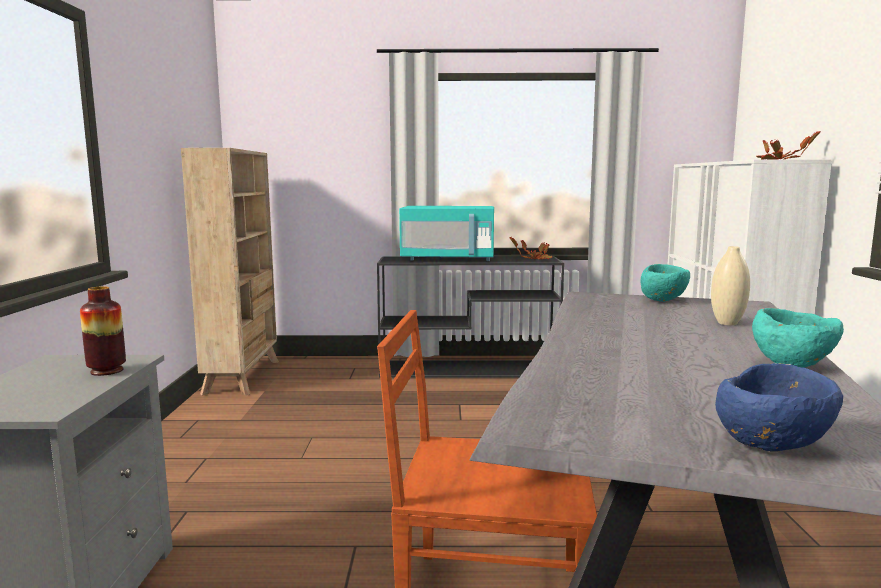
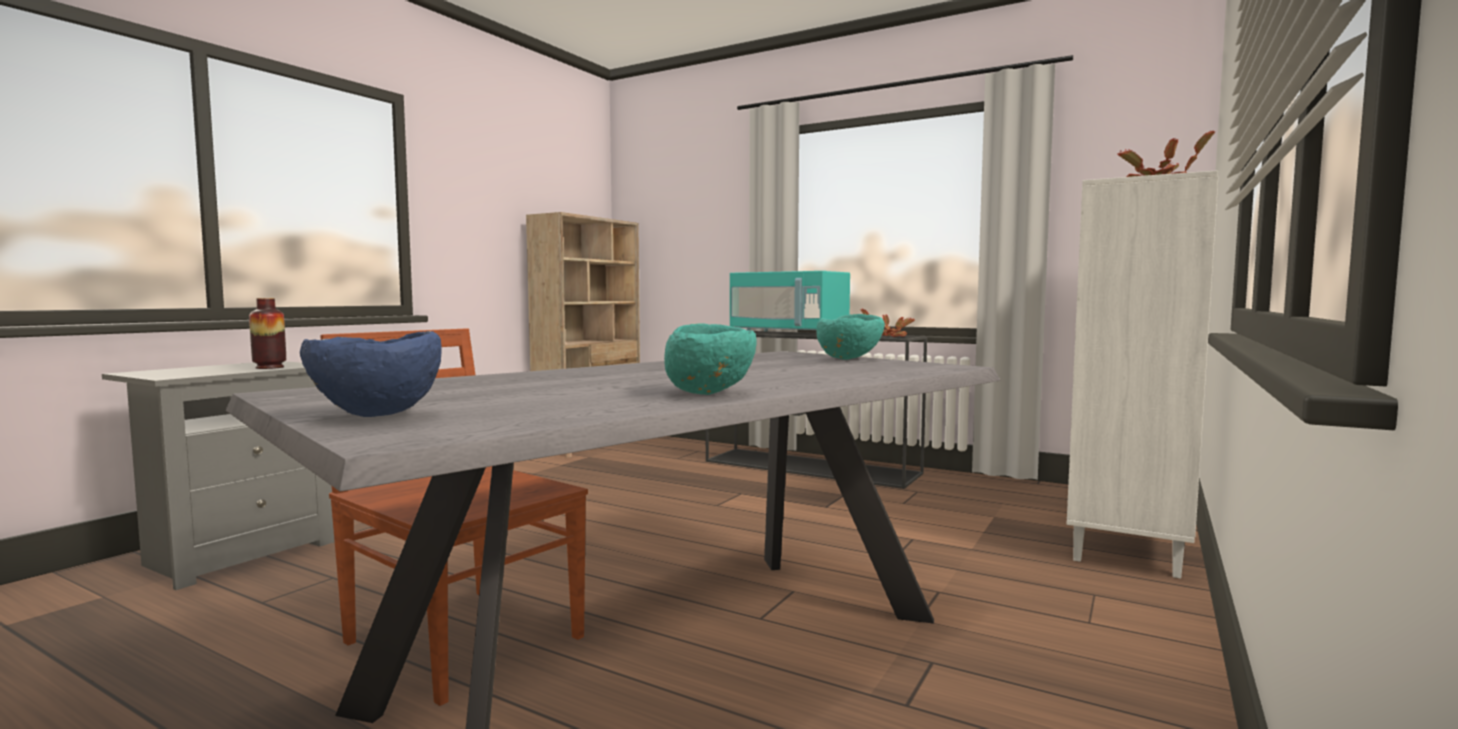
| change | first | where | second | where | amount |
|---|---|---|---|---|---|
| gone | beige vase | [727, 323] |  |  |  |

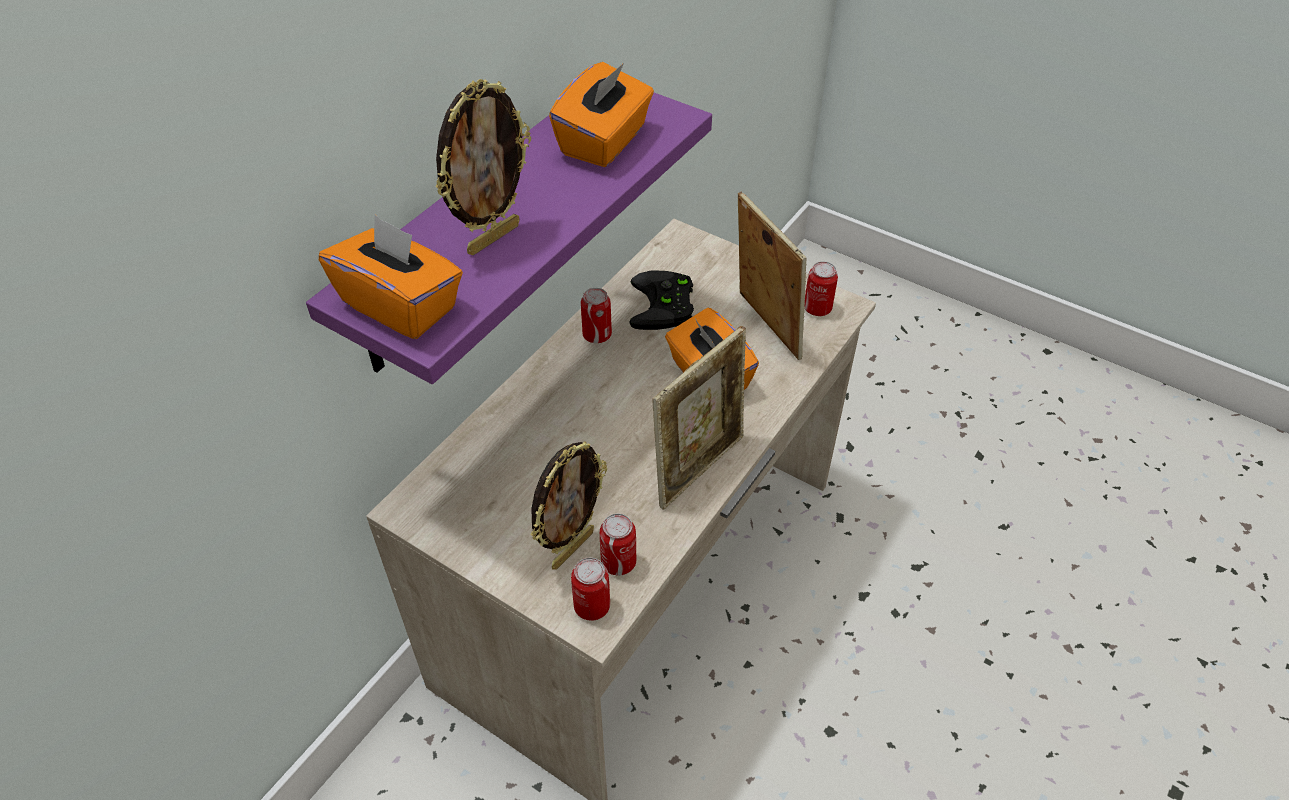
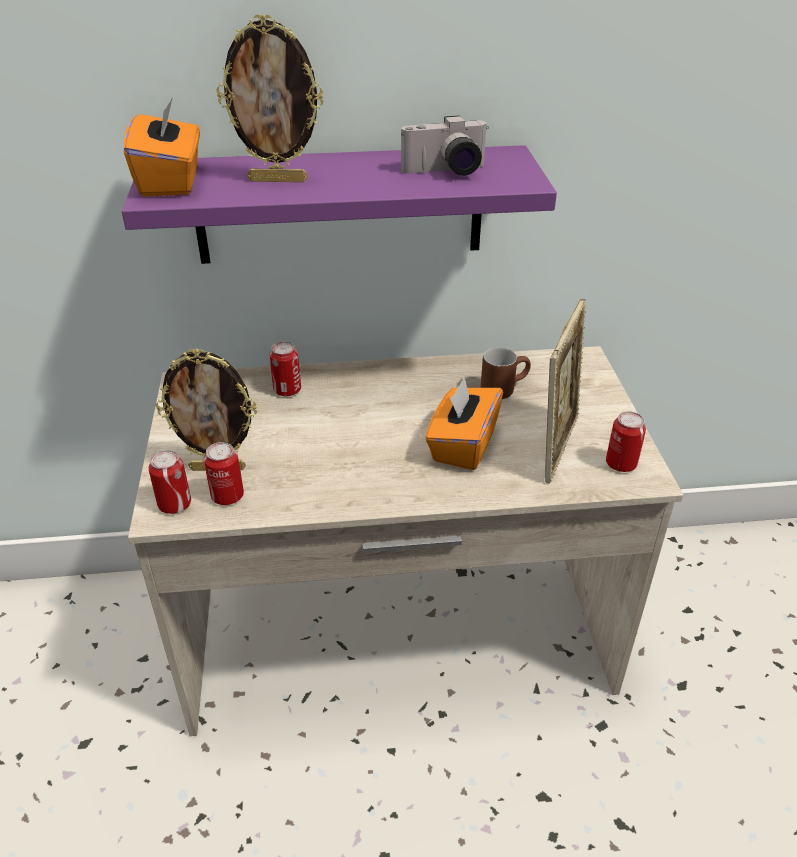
| change | first | where | second | where | amount |
|---|---|---|---|---|---|
| swapped | orange tissue box | [604, 141] | photo camera | [446, 172] |  |
| swapped | black game controller | [664, 306] | brown mug | [502, 388] |  |
| shifted | can | [597, 335] |  | [287, 390] |  |
| gone | picture frame | [699, 467] |  |  |  |

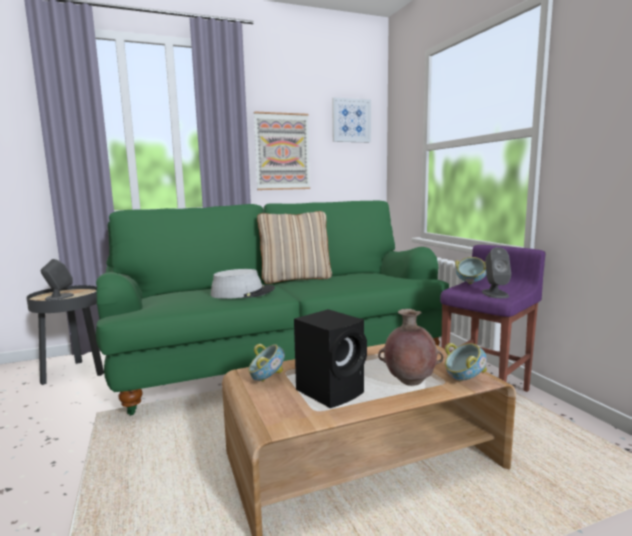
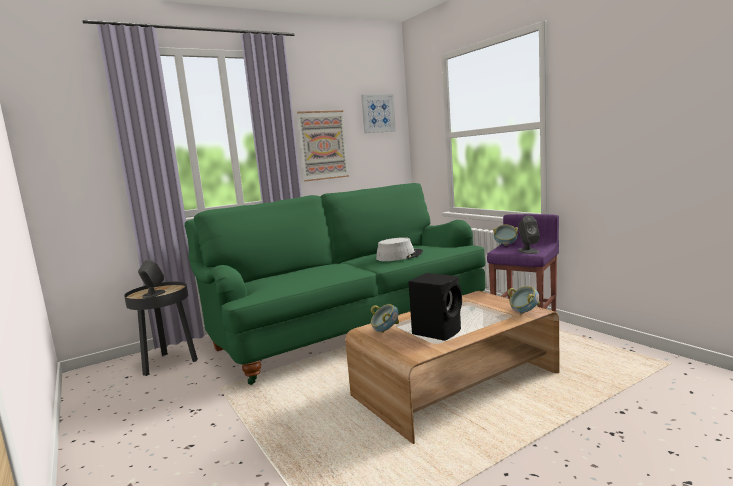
| change | first | where | second | where | amount |
|---|---|---|---|---|---|
| gone | beige pillow | [296, 279] |  |  |  |
| shifted | grey hat | [243, 293] |  | [399, 256] |  |
| gone | brown vase | [409, 382] |  |  |  |

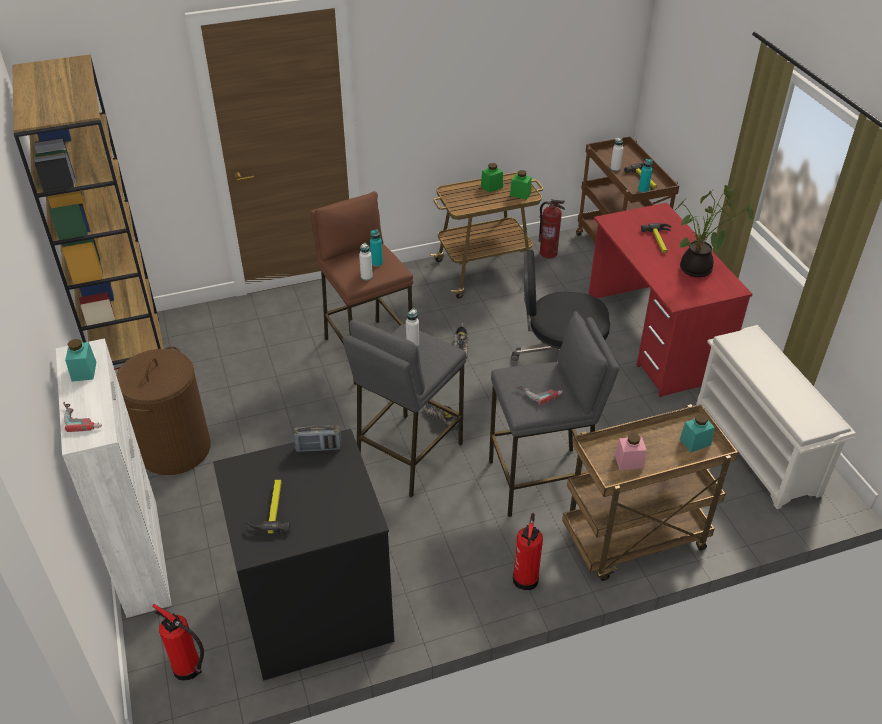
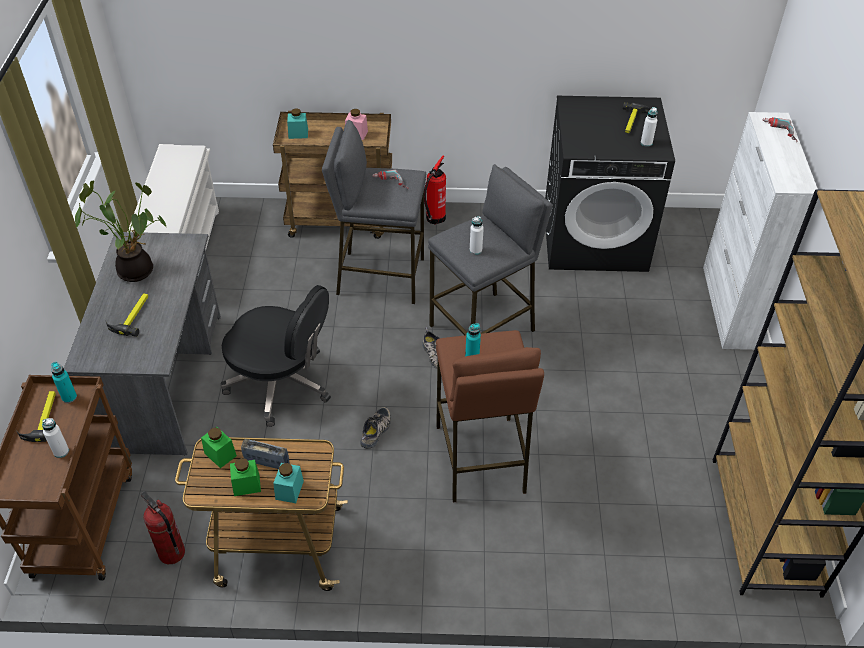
| change | first | where | second | where | amount |
|---|---|---|---|---|---|
| repainted | red desk | [653, 338] | grey desk | [164, 381] |  |
| shifted | white bottle | [366, 277] |  | [646, 143] |  |
| shifted | turquoise jar | [84, 371] |  | [289, 490] |  |
| gone | brown laundry basket | [175, 449] |  |  |  |
| shifted | radio | [318, 448] |  | [267, 462] |  |
| gone | fire extinguisher | [189, 670] |  |  |  |

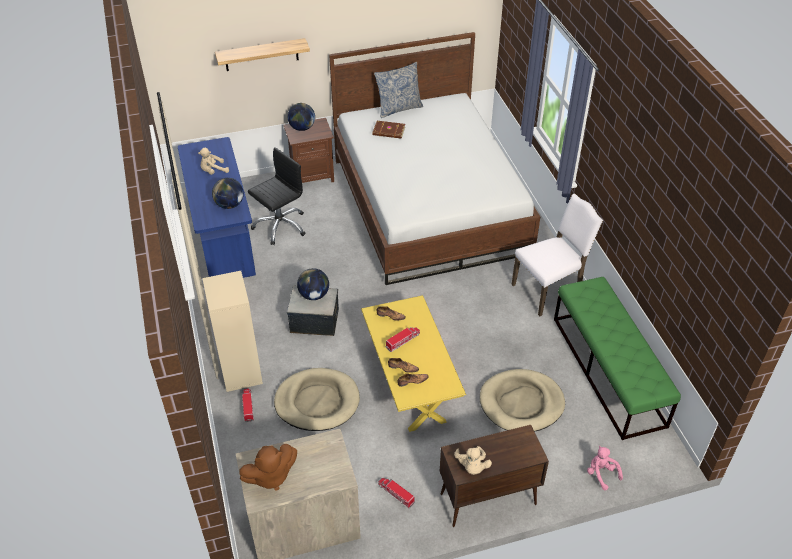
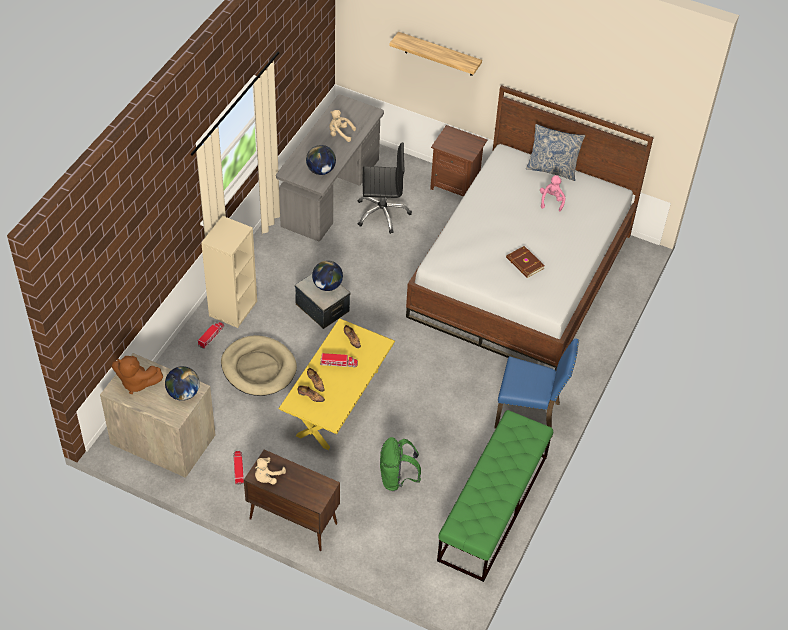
| change | first | where | second | where | amount |
|---|---|---|---|---|---|
| shifted | globe | [302, 128] |  | [183, 393] |  |
| shifted | brown book | [389, 131] |  | [524, 263] |  |
| repainted | blue desk | [222, 237] | grey desk | [330, 193] |  |
| repainted | white chair | [549, 290] | blue chair | [529, 414] |  |
| swapped | beige dog bed | [521, 403] | green backpack | [397, 479] |  |
| shifted | pink plush toy | [601, 474] |  | [551, 201] |  |

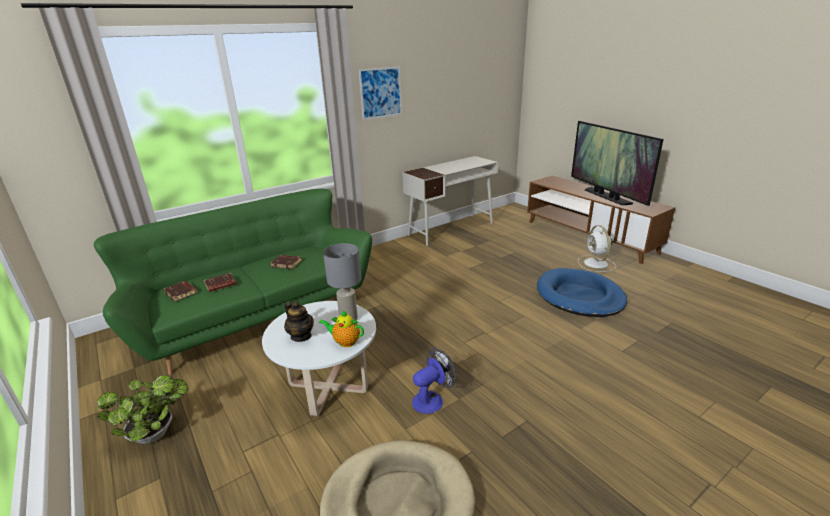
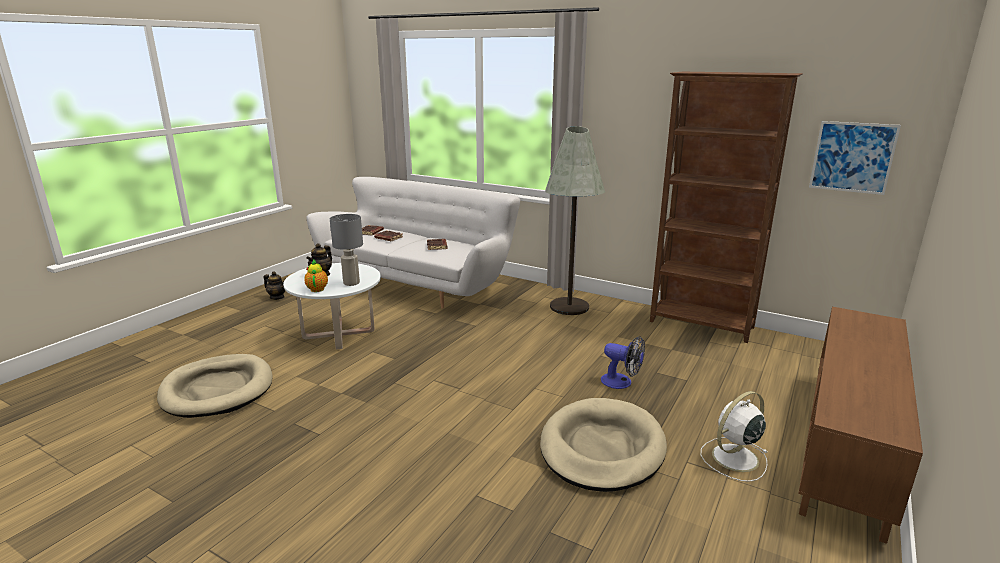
| change | first | where | second | where | amount |
|---|---|---|---|---|---|
| shifted | picture | [381, 93] |  | [852, 157] |  |
| gone | television | [606, 196] |  |  |  |
| swapped | white desk | [451, 229] | brown bookcase | [702, 325] |  |
| repainted | green sofa | [256, 317] | white sofa | [419, 284] |  |
| repainted | blue dog bed | [579, 296] | beige dog bed | [601, 448] |  |
| shifted | fan | [432, 399] |  | [621, 382] |  |
| swapped | potted plant | [156, 434] | teapot | [277, 297] |  |
| new |  |  | grey floor lamp | [569, 307] |  |

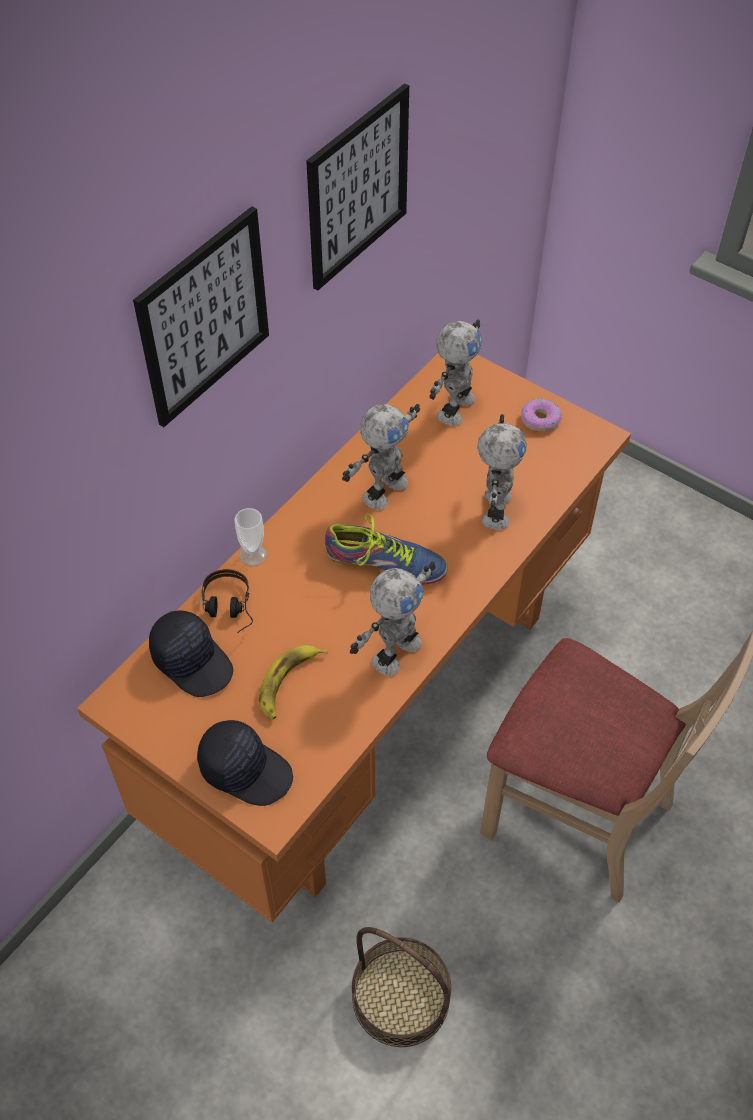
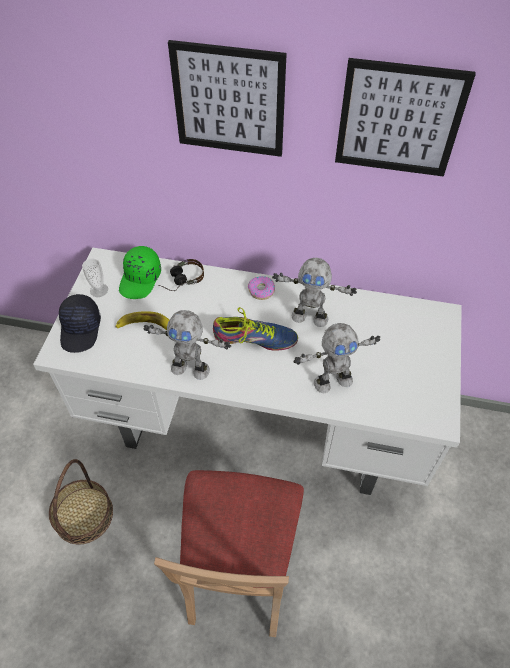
| change | first | where | second | where | amount |
|---|---|---|---|---|---|
| gone | toy robot | [454, 407] |  |  |  |
| repainted | orange desk | [375, 707] | white desk | [256, 427] |  |
| shifted | donut | [540, 420] |  | [261, 290] |  |
| shifted | cup | [253, 554] |  | [99, 290] |  |
| rotated | shoe | [385, 562] |  | [254, 338] | 75 degrees counterclockwise |
| repainted | black cap | [193, 661] | green cap | [141, 279] |  |

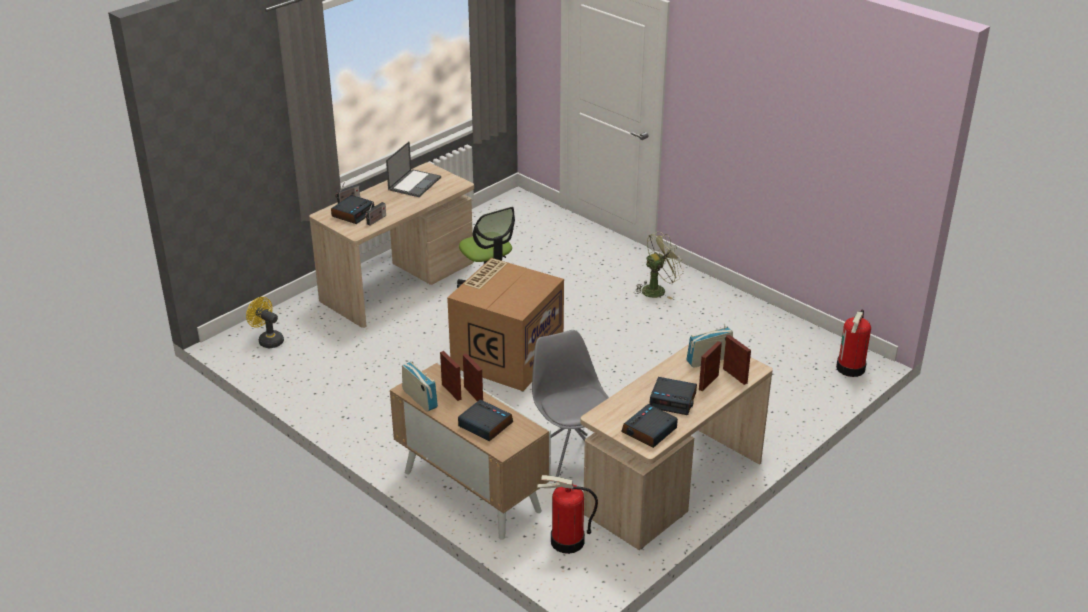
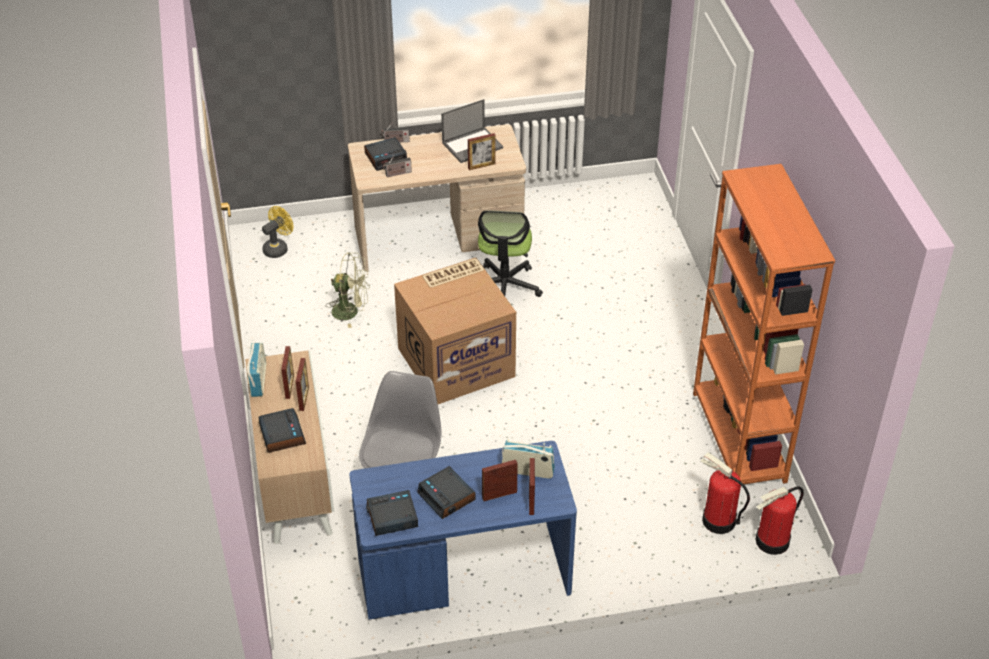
| change | first | where | second | where | amount |
|---|---|---|---|---|---|
| shifted | green fan | [657, 289] |  | [351, 311] |  |
| rotated | yellow fan | [268, 340] |  | [278, 248] | 60 degrees clockwise |
| repainted | beige desk | [672, 487] | blue desk | [463, 574] |  |
| shifted | fire extinguisher | [567, 542] |  | [718, 521] |  |
| new |  |  | picture frame | [481, 166] |  |
| new |  |  | orange bookcase | [739, 437] |  |

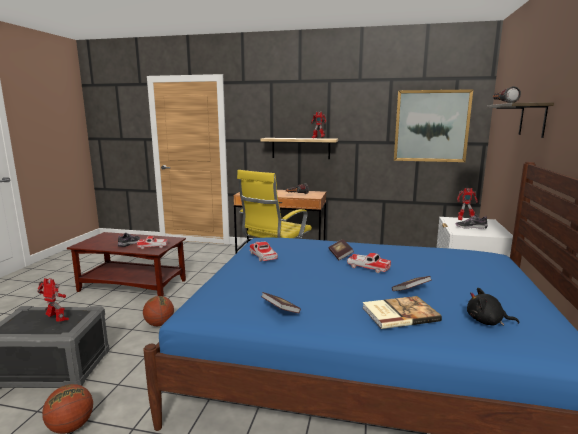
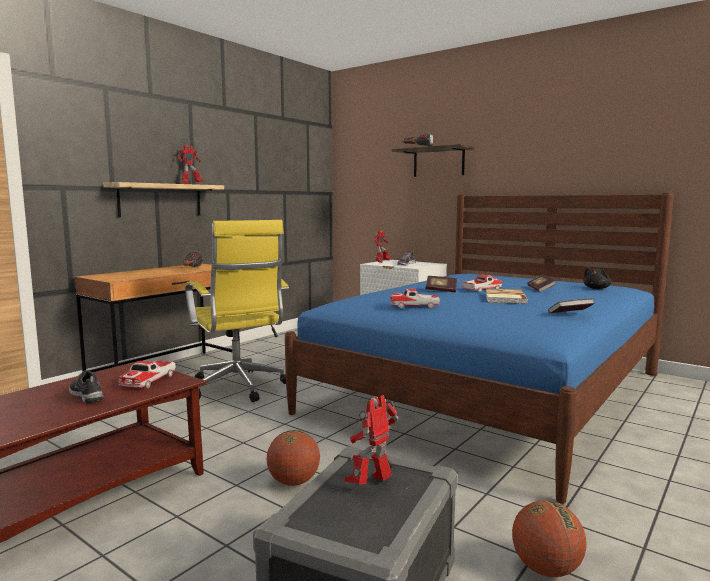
| change | first | where | second | where | amount |
|---|---|---|---|---|---|
| gone | picture | [431, 126] |  |  |  |
| shifted | book | [398, 314] |  | [504, 298] |  |

